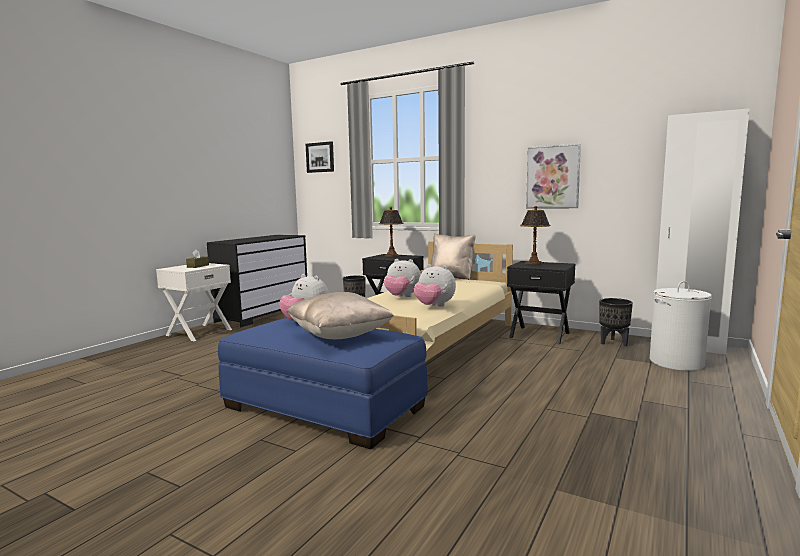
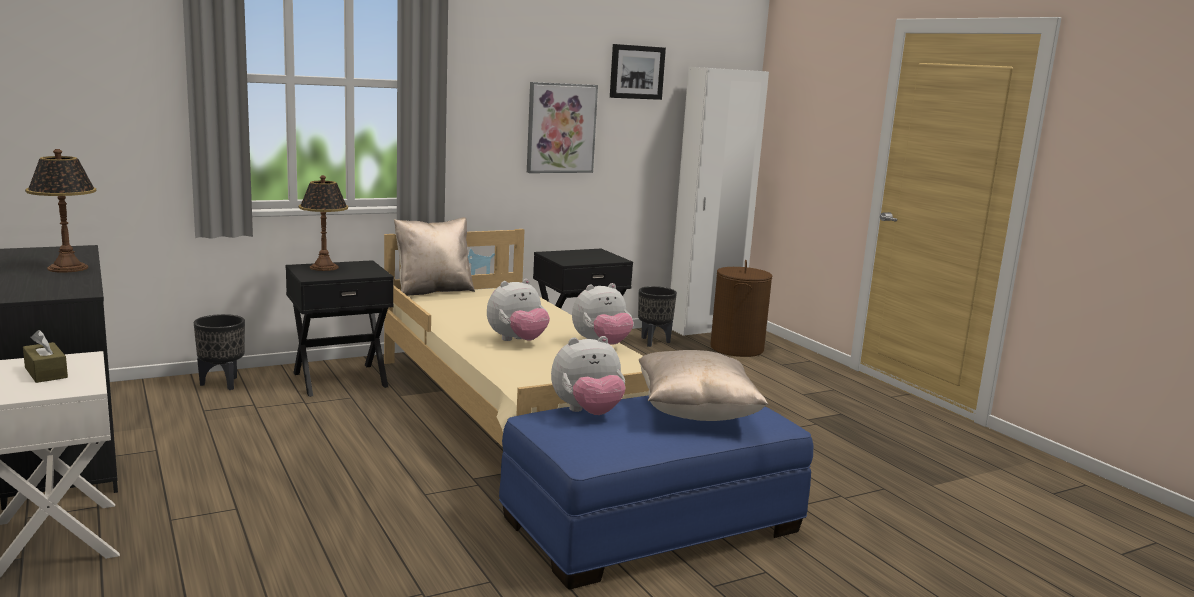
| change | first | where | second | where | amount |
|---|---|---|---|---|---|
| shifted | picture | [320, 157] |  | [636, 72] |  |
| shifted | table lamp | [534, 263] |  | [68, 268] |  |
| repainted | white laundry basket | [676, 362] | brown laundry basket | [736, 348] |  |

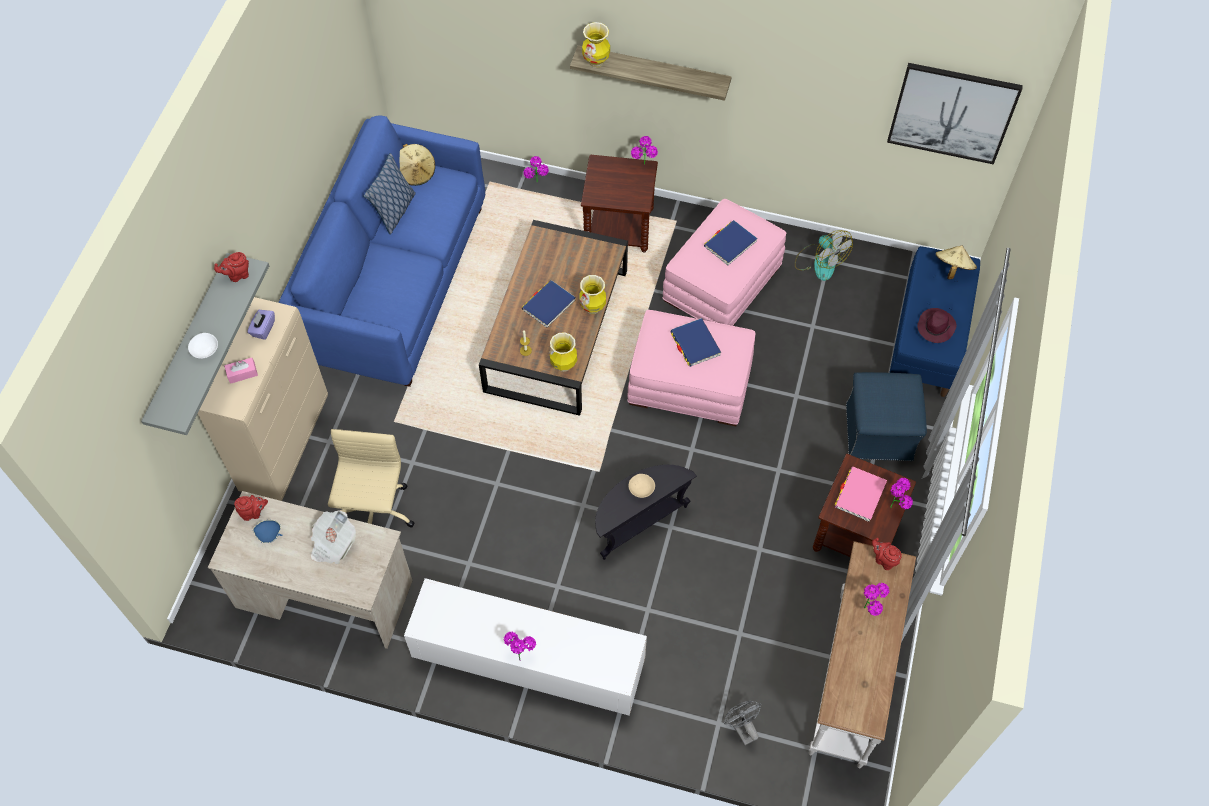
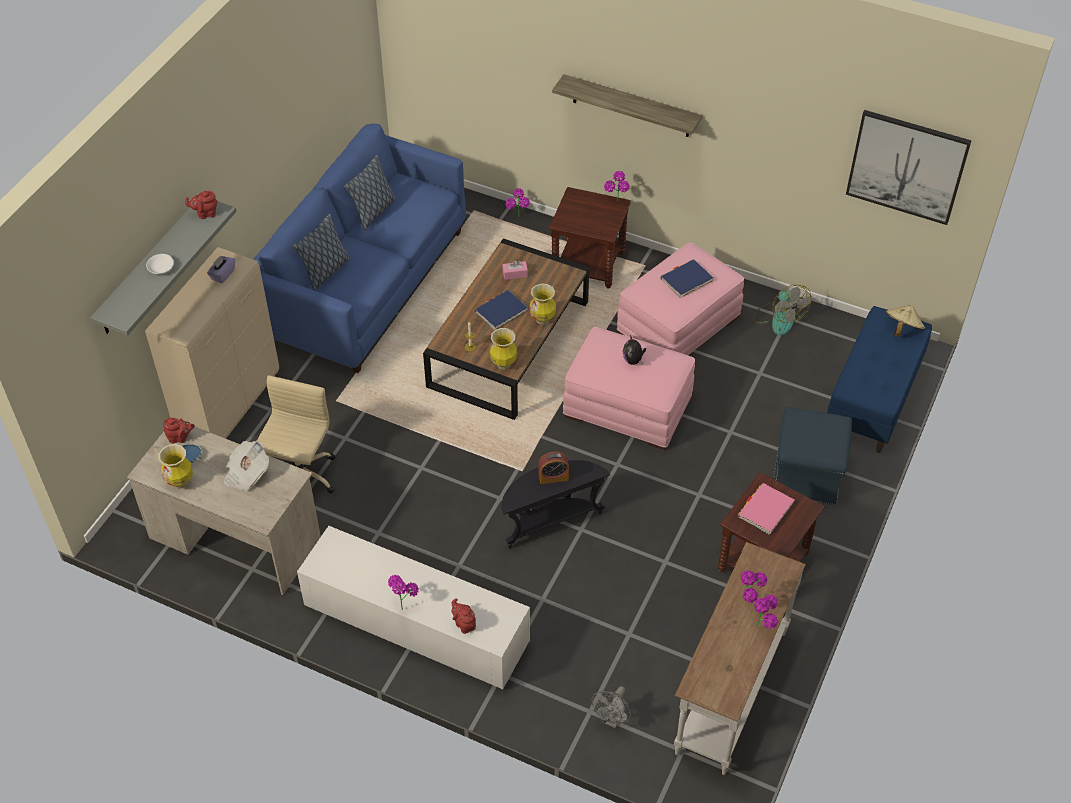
| change | first | where | second | where | amount |
|---|---|---|---|---|---|
| shifted | vase | [596, 62] |  | [180, 482] |  |
| gone | beige hat | [416, 173] |  |  |  |
| gone | purple hat | [935, 326] |  |  |  |
| swapped | blue book | [695, 344] | plush toy | [633, 360] |  |
| shifted | pink tissue box | [242, 373] |  | [515, 274] |  |
| swapped | beige bowl | [641, 488] | alarm clock | [553, 477] |  |
| shifted | potted plant | [896, 506] |  | [763, 628] |  |
| shifted | red teapot | [884, 560] |  | [464, 624] |  |
| rotated | grey fan | [741, 728] |  | [612, 719] | 135 degrees counterclockwise |
| new |  |  | pillow | [325, 272] |  |

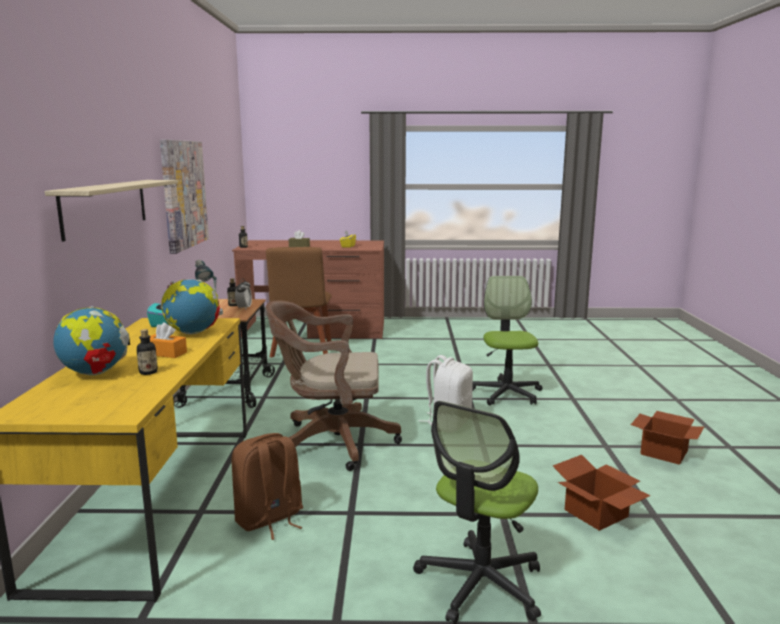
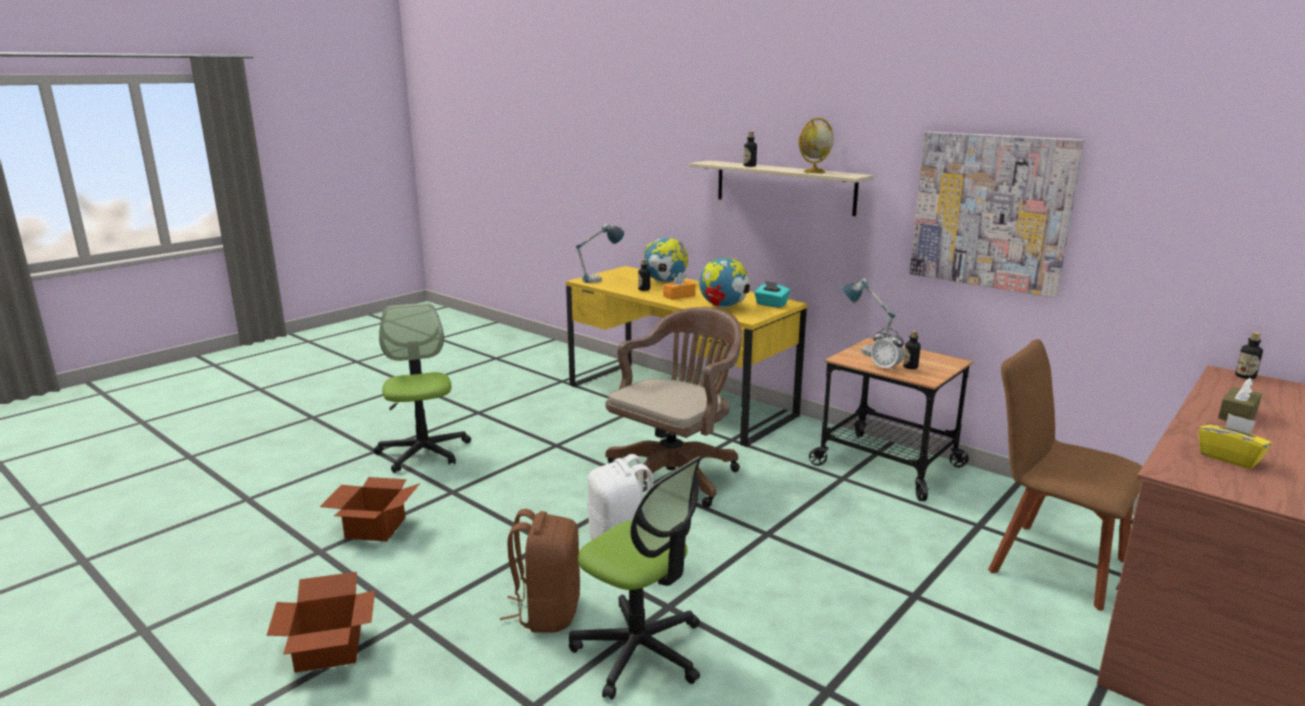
| change | first | where | second | where | amount |
|---|---|---|---|---|---|
| shifted | brown backpack | [269, 519] |  | [547, 612] |  |
| new |  |  | globe | [814, 172] |  |
| new |  |  | bottle | [749, 166] |  |
| new |  |  | table lamp | [600, 280] |  |

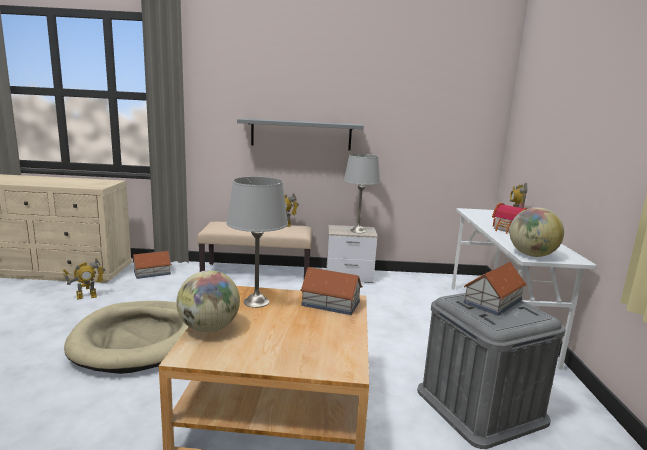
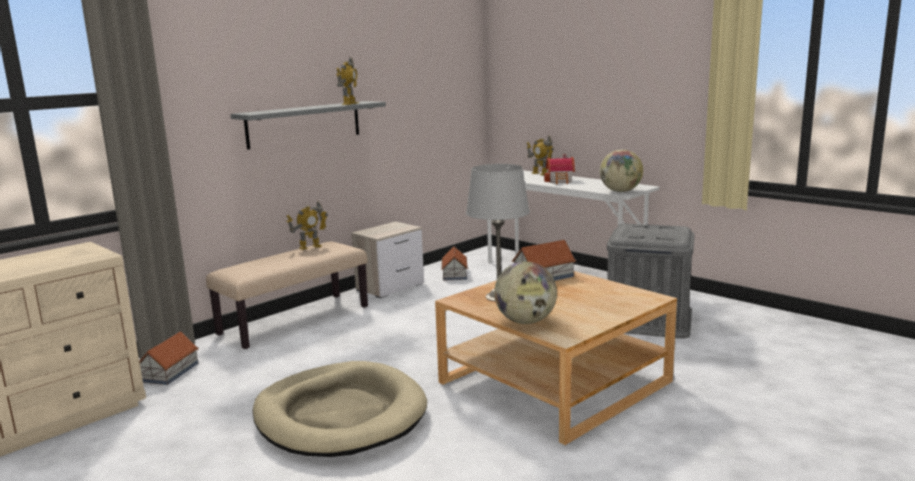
| change | first | where | second | where | amount |
|---|---|---|---|---|---|
| gone | grey table lamp | [358, 231] |  |  |  |
| shifted | toy robot | [87, 296] |  | [349, 104] |  |
| shifted | toy house | [492, 301] |  | [454, 274] |  |

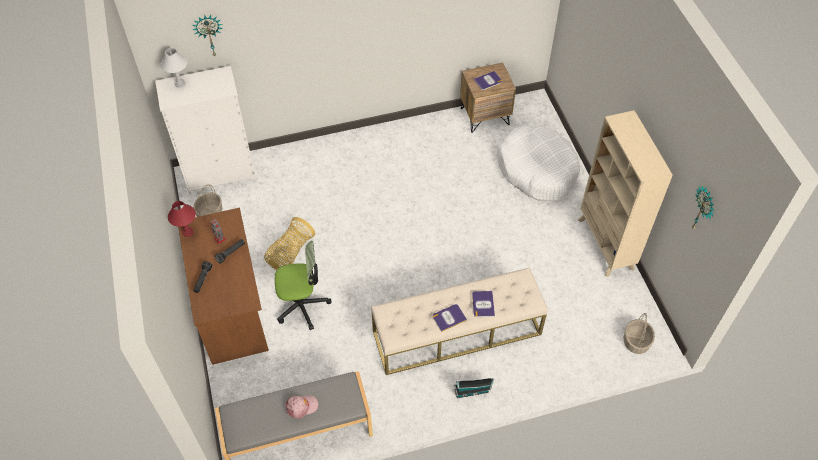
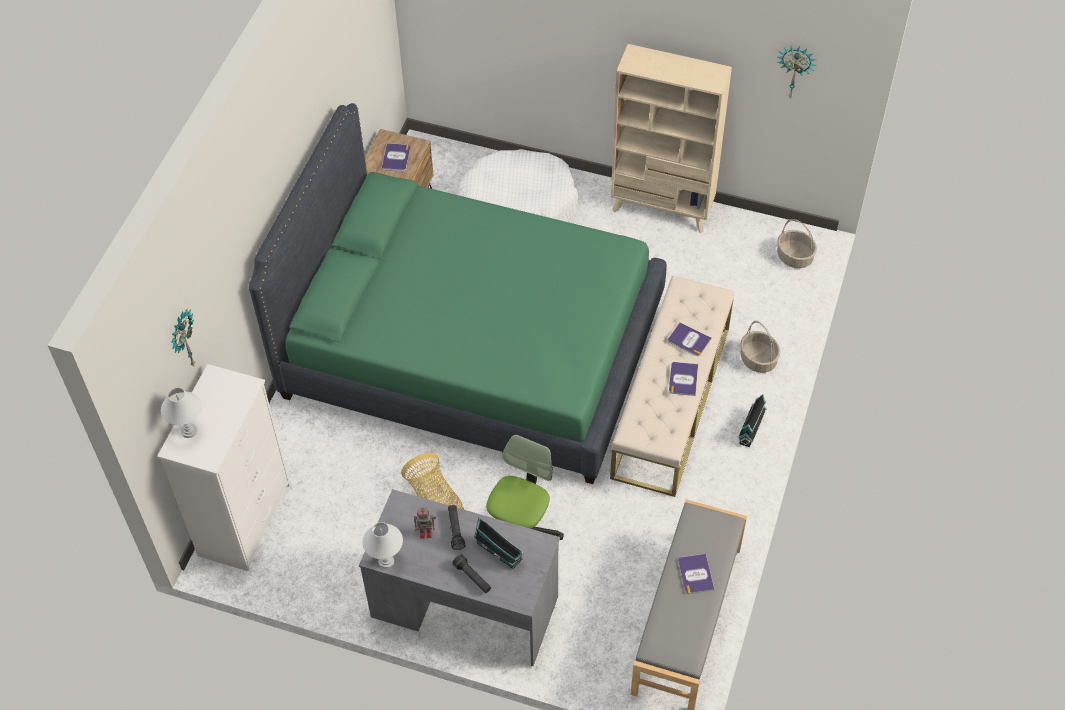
| change | first | where | second | where | amount |
|---|---|---|---|---|---|
| shifted | basket | [210, 212] |  | [757, 359] |  |
| repainted | red table lamp | [188, 232] | white table lamp | [386, 561] |  |
| repainted | brown desk | [231, 306] | grey desk | [464, 606] |  |
| swapped | pink cap | [301, 407] | book | [695, 574] |  |
| new |  |  | green bed | [472, 349] |  |
| new |  |  | toy house | [500, 553] |  |

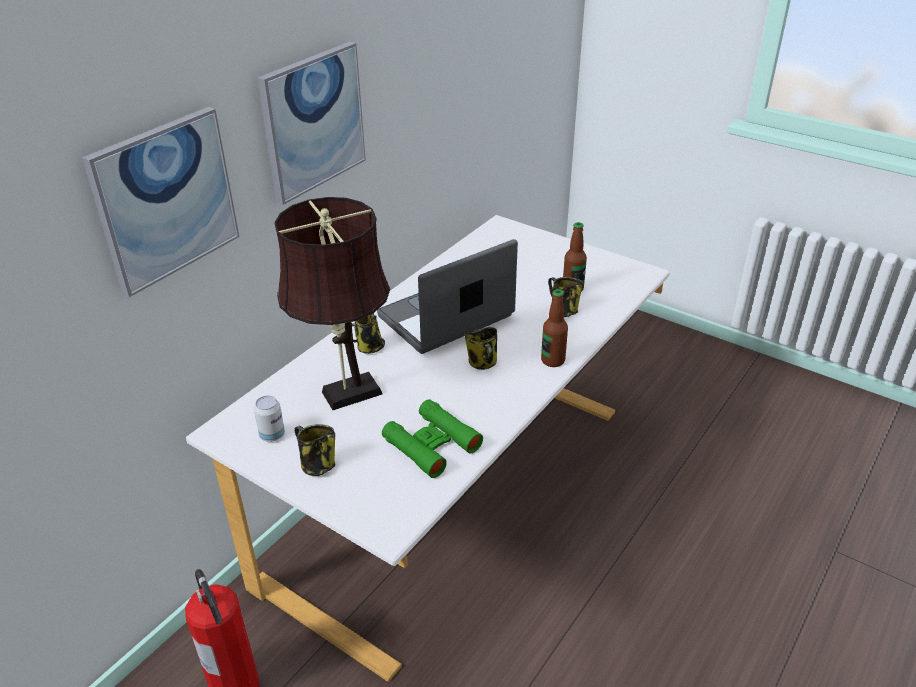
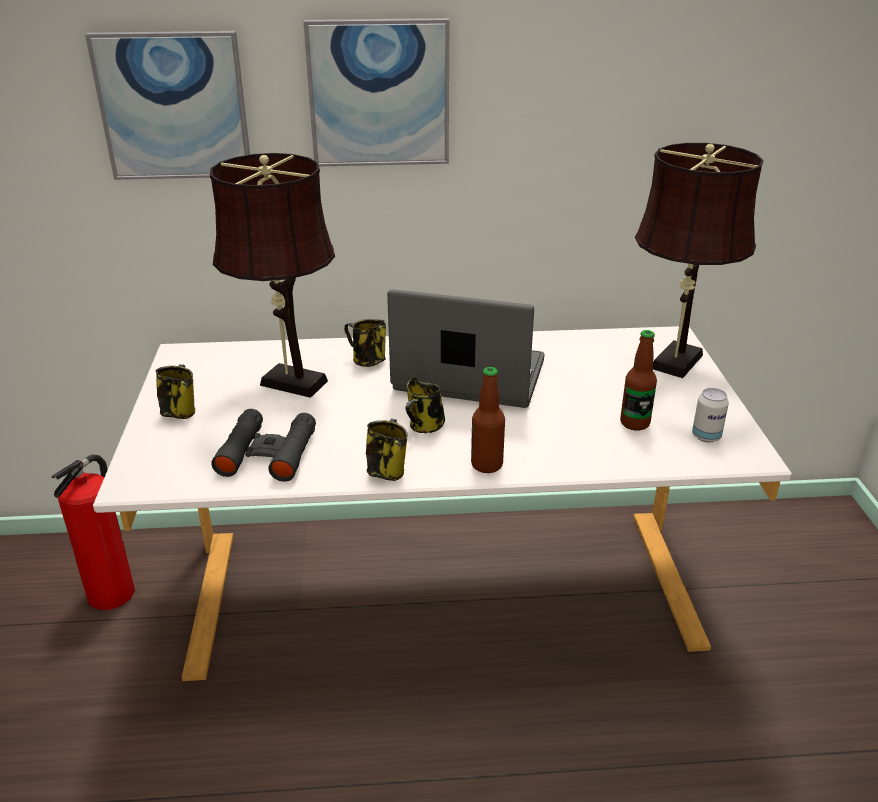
| change | first | where | second | where | amount |
|---|---|---|---|---|---|
| shifted | mug | [562, 311] |  | [387, 470] |  |
| shifted | can | [272, 435] |  | [706, 436] |  |
| repainted | green binoculars | [431, 444] | black binoculars | [267, 453] |  |
| new |  |  | brown table lamp | [674, 364] |  |

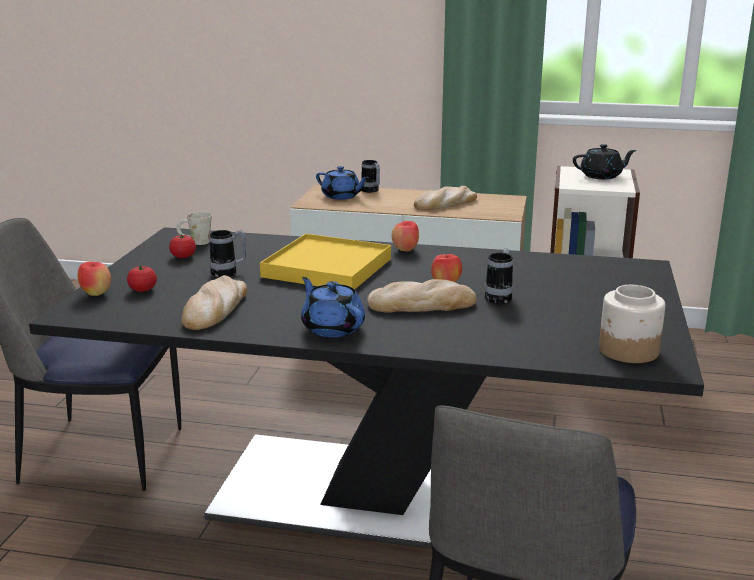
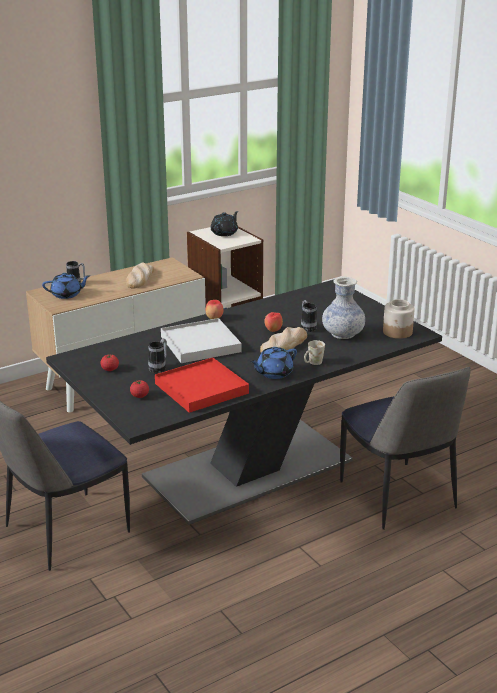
| change | first | where | second | where | amount |
|---|---|---|---|---|---|
| shifted | white mug | [195, 242] |  | [313, 363] |  |
| repainted | yellow tray | [327, 268] | white tray | [200, 344] |  |
| gone | apple | [96, 294] |  |  |  |
| swapped | bread | [215, 308] | red tray | [201, 388] |  |
| rotated | blue teapot | [332, 328] |  | [273, 373] | 45 degrees counterclockwise |
| new |  |  | vase | [343, 334] |  |

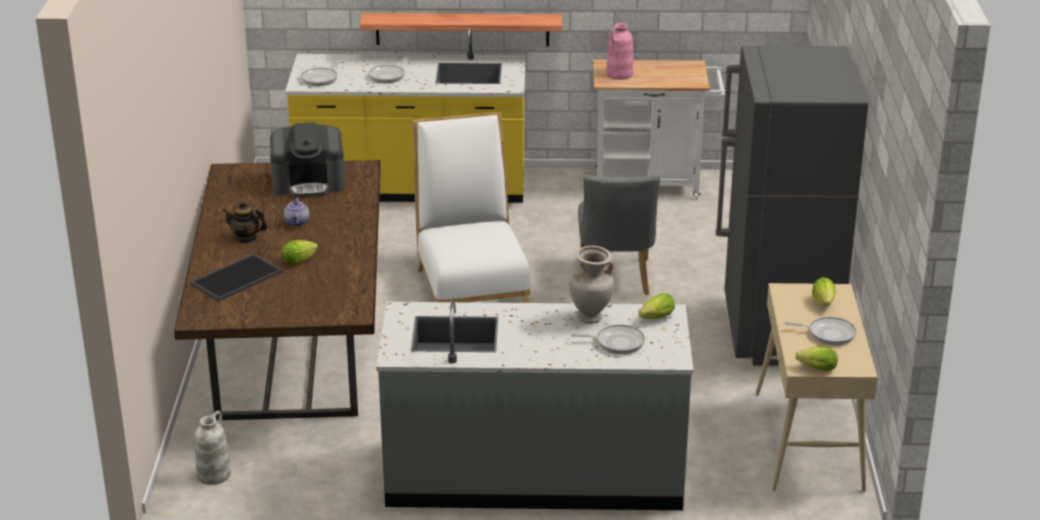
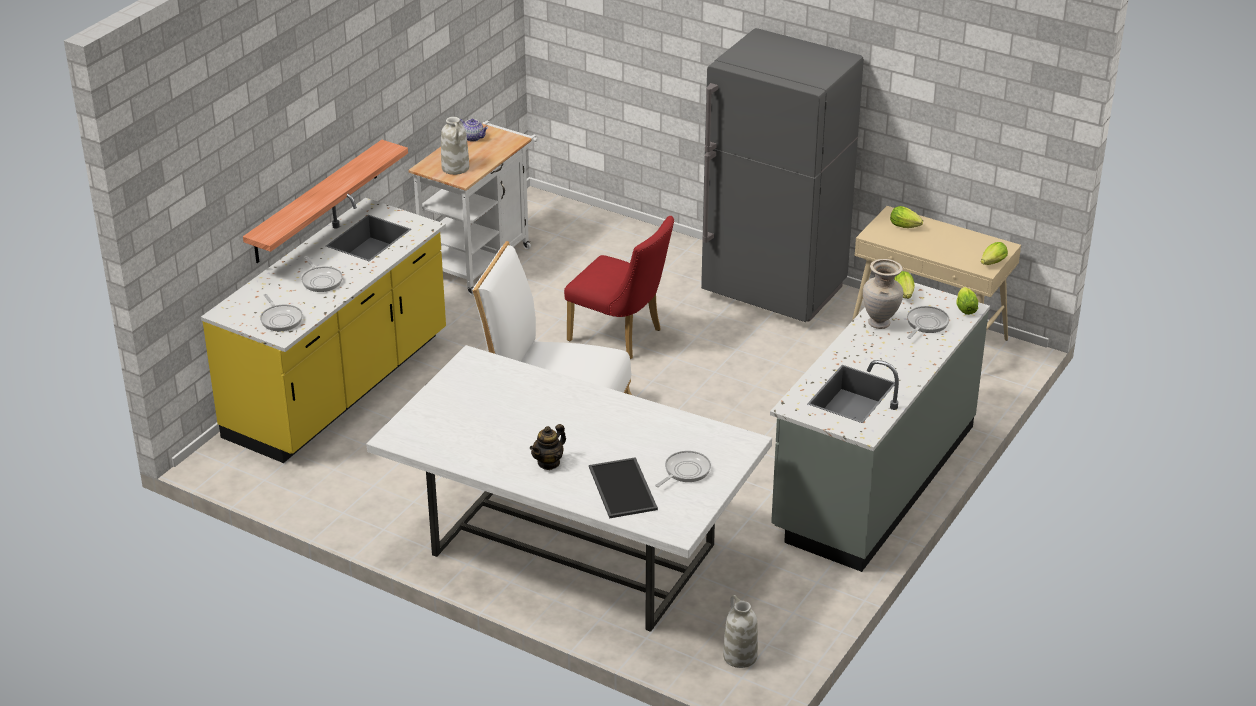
| change | first | where | second | where | amount |
|---|---|---|---|---|---|
| repainted | pink vase | [619, 74] | white vase | [456, 168] |  |
| gone | coffee machine | [309, 183] |  |  |  |
| repainted | brown dining table | [294, 350] | white dining table | [571, 549] |  |
| repainted | grey chair | [615, 280] | red chair | [621, 337] |  |
| shifted | teapot | [297, 223] |  | [473, 137] |  |
| shifted | lettuce | [300, 260] |  | [965, 308] |  |
| shifted | frying pan | [828, 334] |  | [685, 471] |  |

